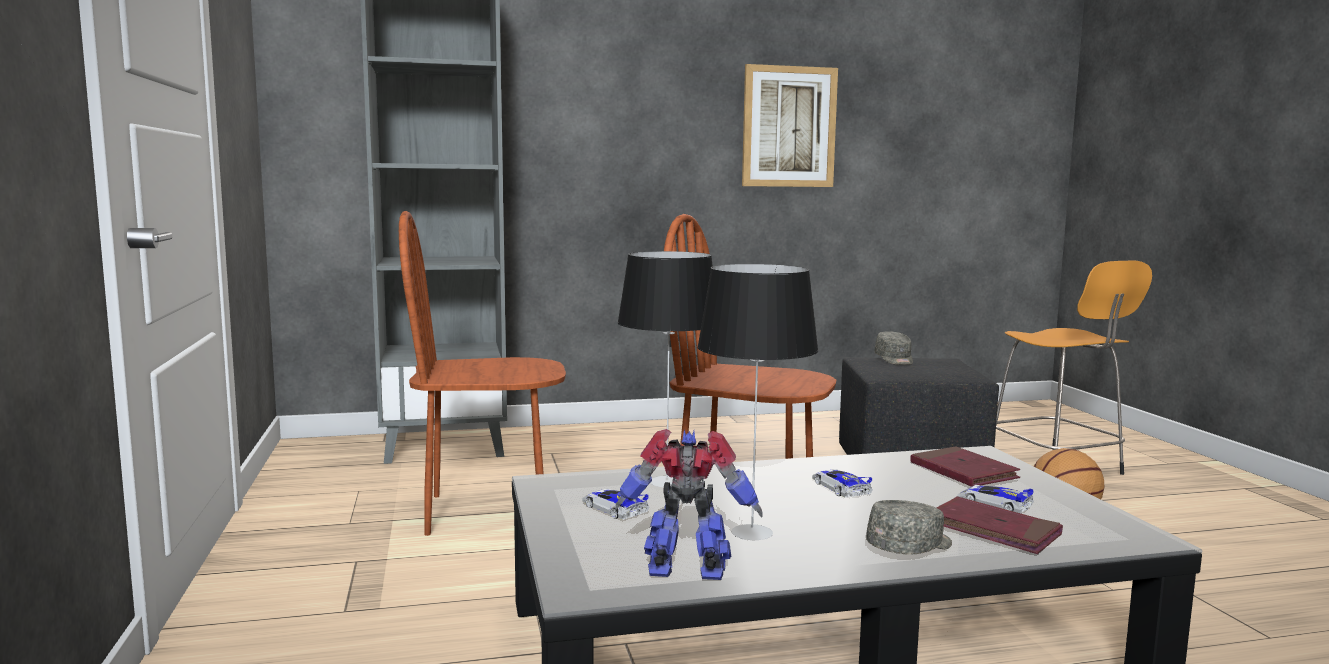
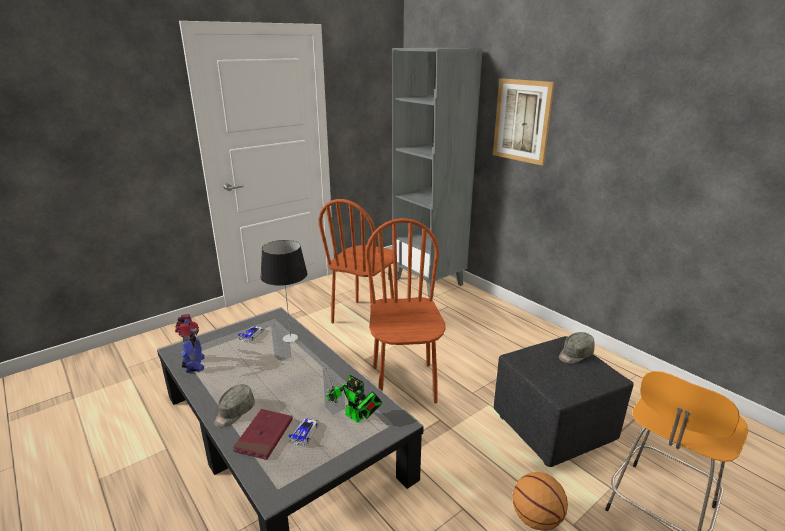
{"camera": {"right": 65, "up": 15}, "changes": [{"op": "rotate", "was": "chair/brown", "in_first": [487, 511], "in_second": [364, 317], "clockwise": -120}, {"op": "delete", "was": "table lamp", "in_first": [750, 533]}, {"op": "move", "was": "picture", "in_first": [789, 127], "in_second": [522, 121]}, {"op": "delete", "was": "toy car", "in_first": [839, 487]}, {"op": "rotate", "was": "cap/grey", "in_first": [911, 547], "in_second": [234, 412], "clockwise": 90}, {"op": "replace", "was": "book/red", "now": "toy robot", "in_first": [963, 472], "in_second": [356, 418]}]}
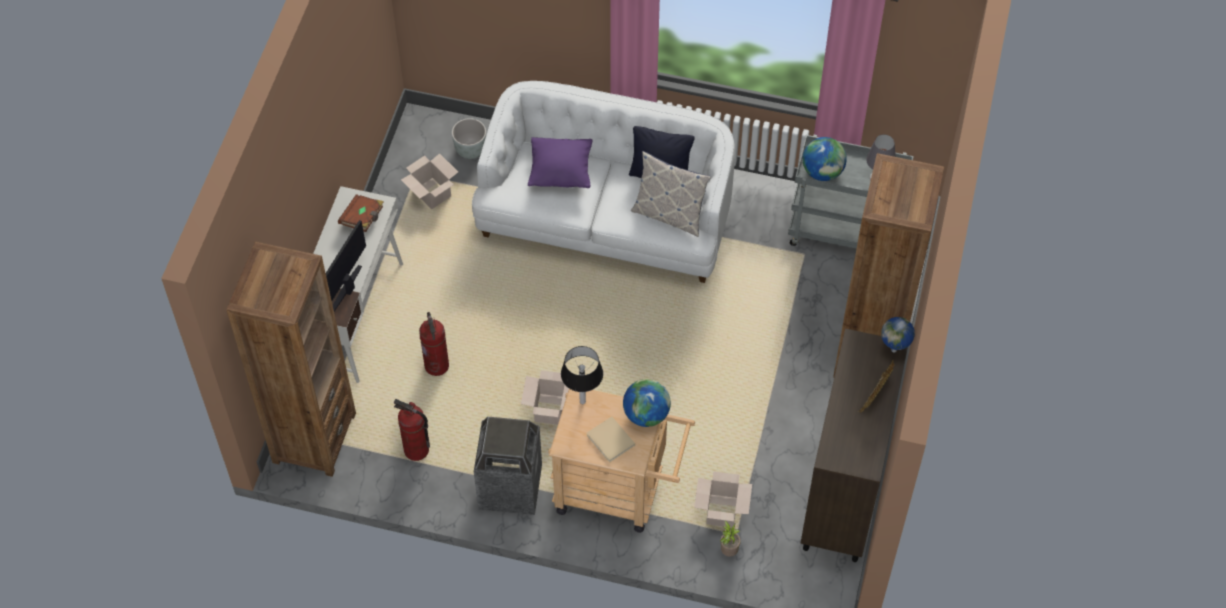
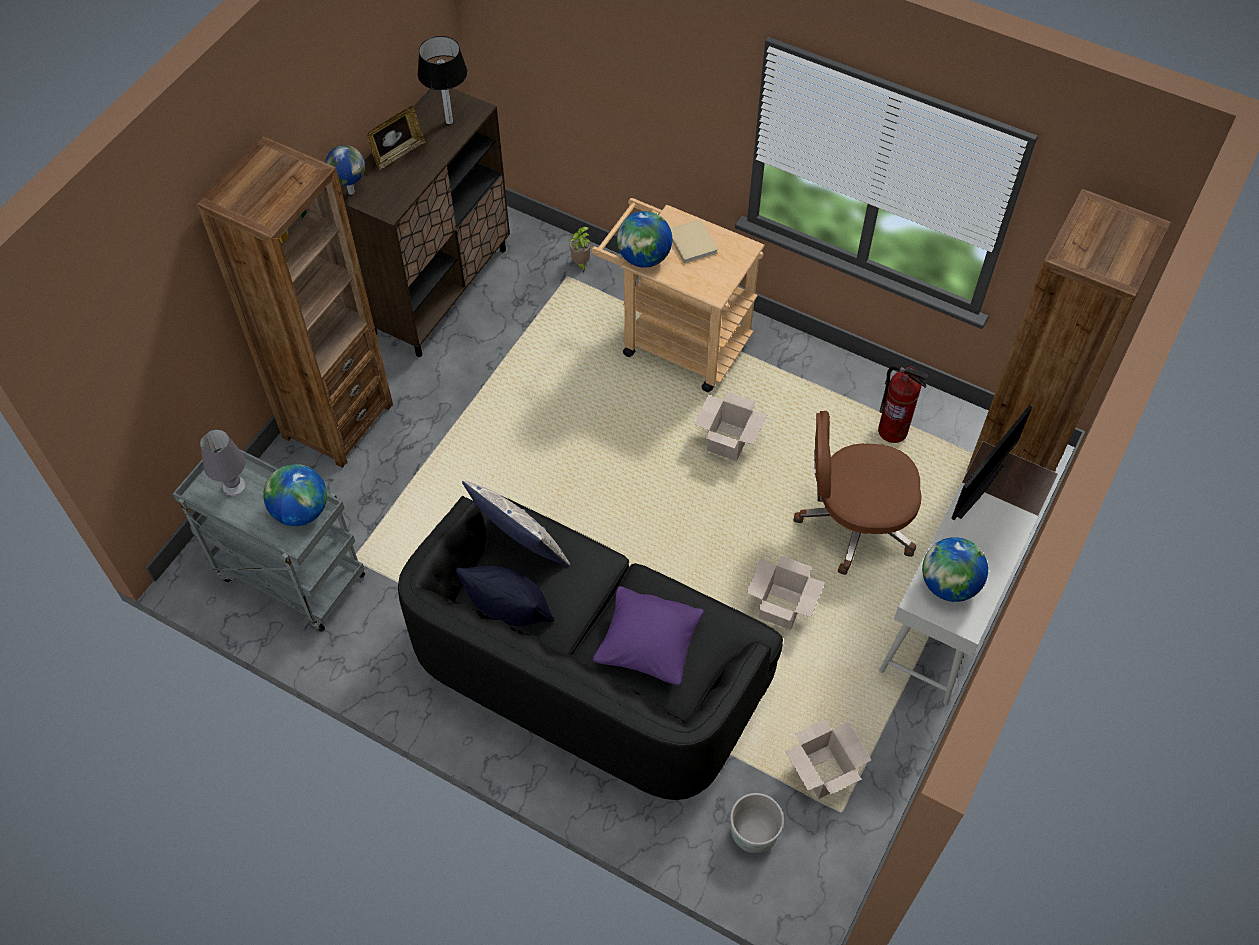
{"camera": {"right": -165, "up": 0}, "changes": [{"op": "replace", "was": "book/brown", "now": "globe", "in_first": [363, 218], "in_second": [948, 585]}, {"op": "replace", "was": "fire extinguisher", "now": "office chair/brown", "in_first": [436, 365], "in_second": [854, 522]}, {"op": "recolor", "was": "sofa/white", "now": "sofa/black", "in_first": [606, 218], "in_second": [588, 672]}, {"op": "delete", "was": "trash can", "in_first": [509, 488]}, {"op": "move", "was": "table lamp", "in_first": [582, 401], "in_second": [450, 121]}, {"op": "move", "was": "cardboard box", "in_first": [721, 510], "in_second": [782, 608]}]}
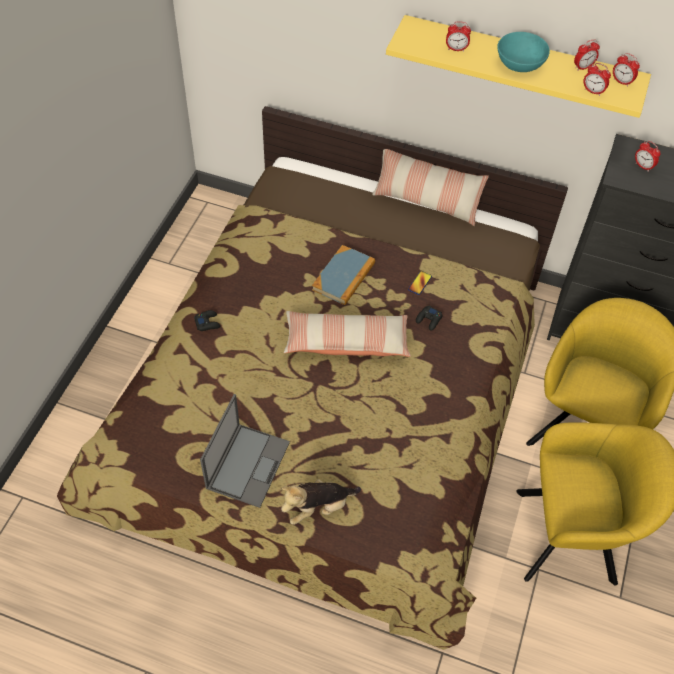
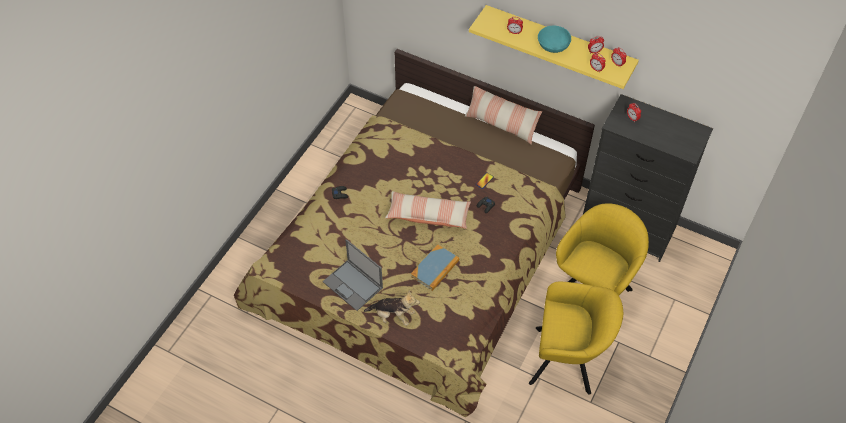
{"camera": {"right": 10, "up": 0}, "changes": [{"op": "rotate", "was": "laptop", "in_first": [248, 464], "in_second": [353, 285], "clockwise": 105}, {"op": "rotate", "was": "plush toy", "in_first": [318, 507], "in_second": [393, 316], "clockwise": -150}, {"op": "move", "was": "book", "in_first": [343, 277], "in_second": [435, 268]}]}
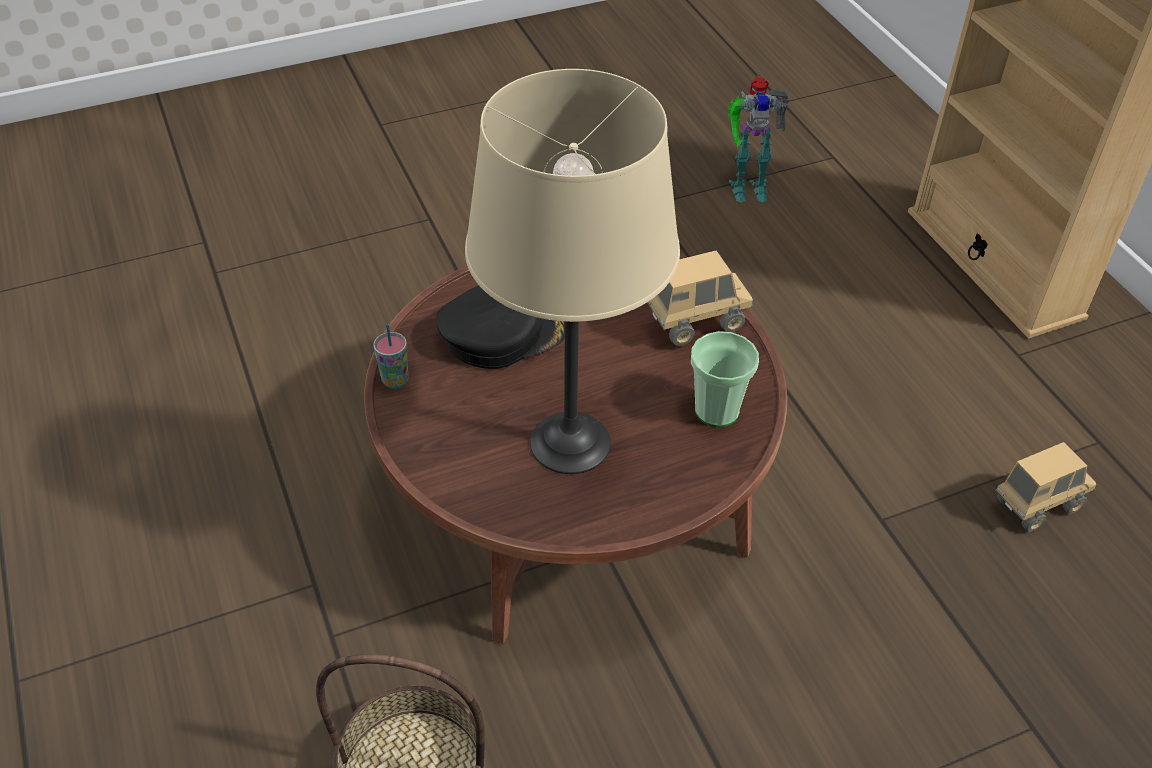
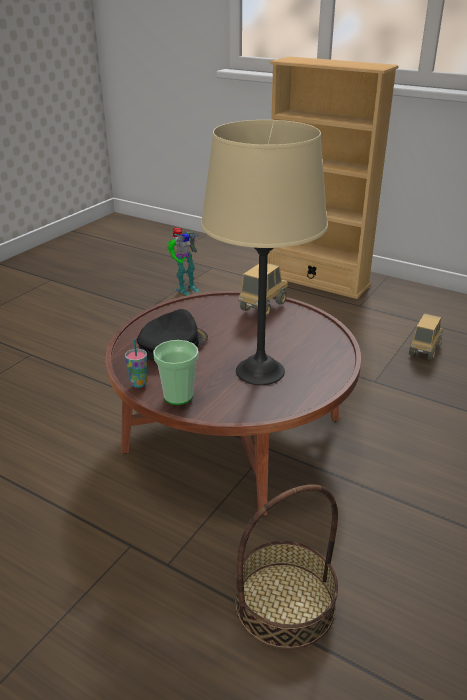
{"camera": {"right": -35, "up": -15}, "changes": [{"op": "move", "was": "cup", "in_first": [717, 411], "in_second": [178, 396]}]}
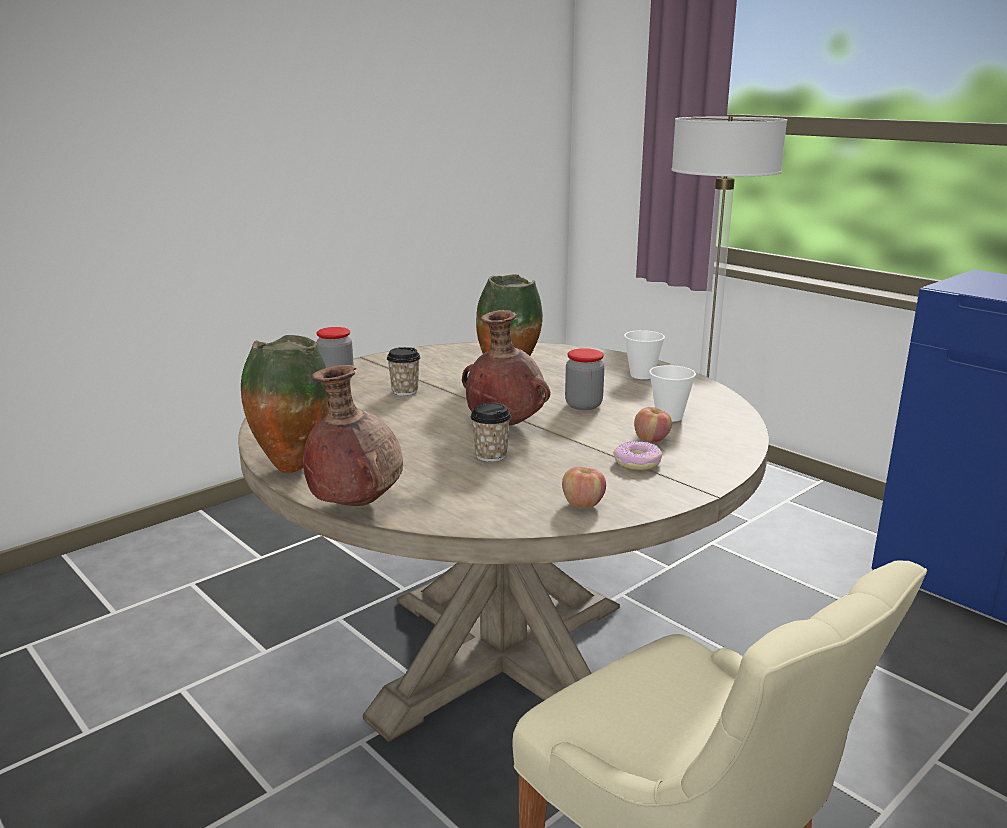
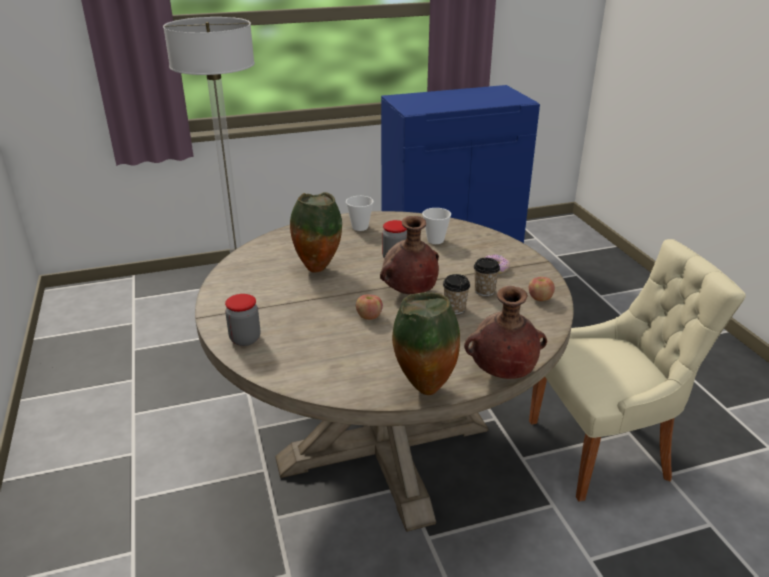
{"camera": {"right": -65, "up": 10}, "changes": [{"op": "move", "was": "cup", "in_first": [405, 391], "in_second": [484, 291]}, {"op": "move", "was": "apple", "in_first": [651, 440], "in_second": [369, 316]}]}
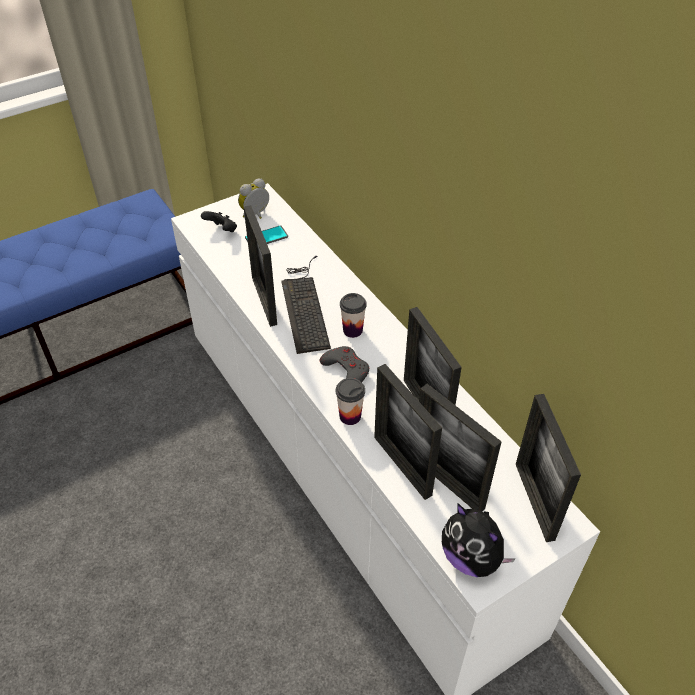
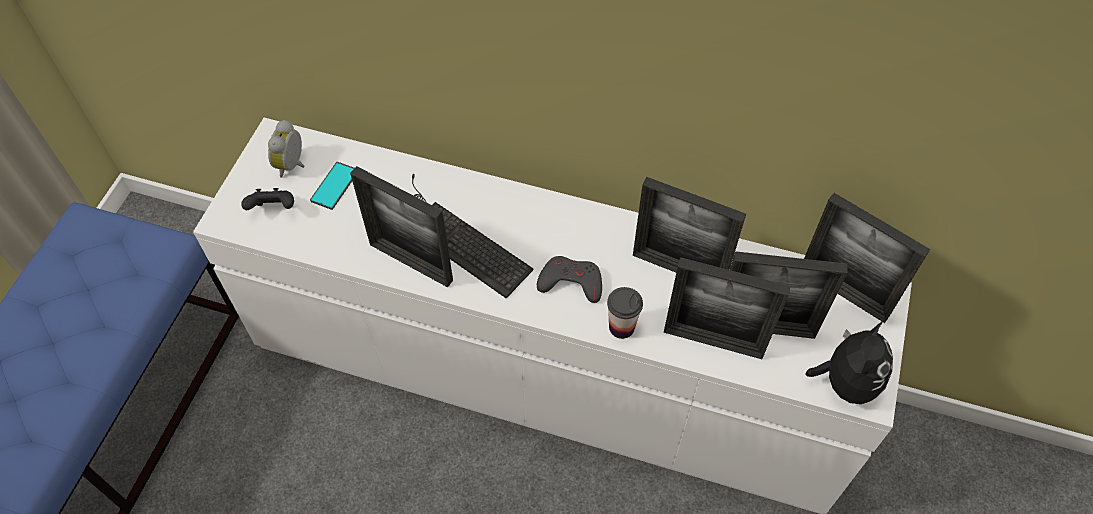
{"camera": {"right": -40, "up": 10}, "changes": [{"op": "delete", "was": "cup", "in_first": [352, 330]}, {"op": "rotate", "was": "plush toy", "in_first": [471, 557], "in_second": [845, 382], "clockwise": -75}]}
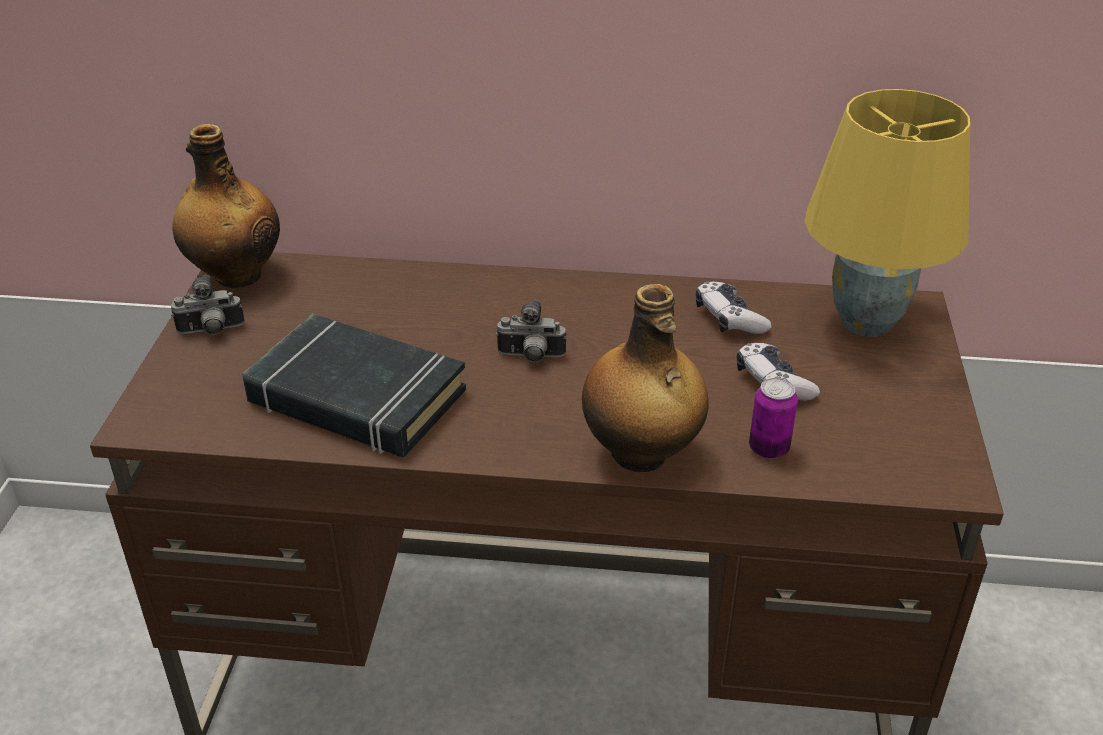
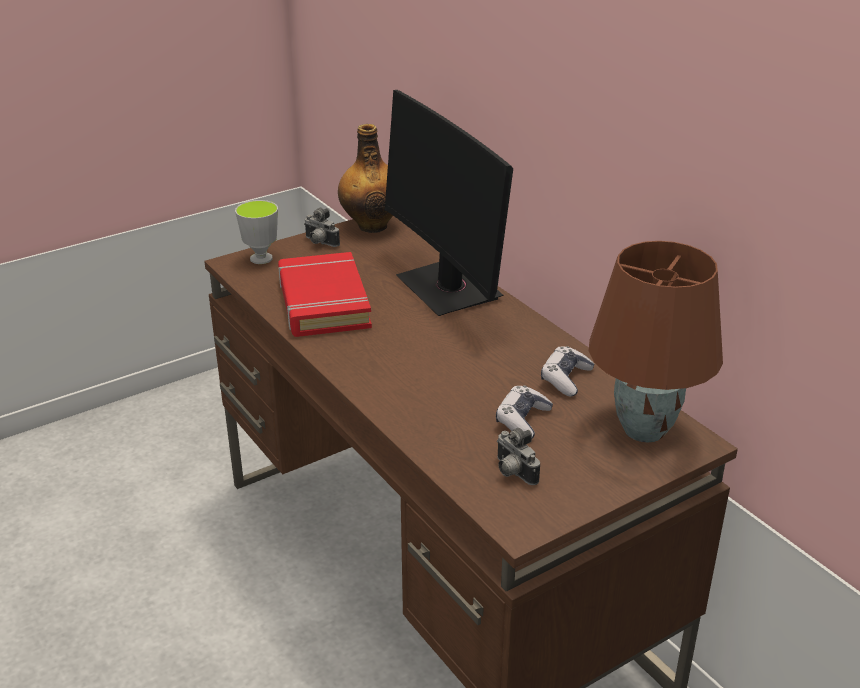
{"camera": {"right": 50, "up": -5}, "changes": [{"op": "recolor", "was": "book/black", "now": "book/red", "in_first": [356, 397], "in_second": [323, 302]}, {"op": "move", "was": "photo camera", "in_first": [531, 357], "in_second": [512, 473]}, {"op": "delete", "was": "bottle", "in_first": [640, 455]}, {"op": "delete", "was": "can", "in_first": [768, 448]}, {"op": "recolor", "was": "table lamp/yellow", "now": "table lamp/brown", "in_first": [867, 324], "in_second": [643, 431]}, {"op": "insert", "now": "cup", "in_second": [261, 258]}, {"op": "insert", "now": "monitor", "in_second": [448, 288]}]}
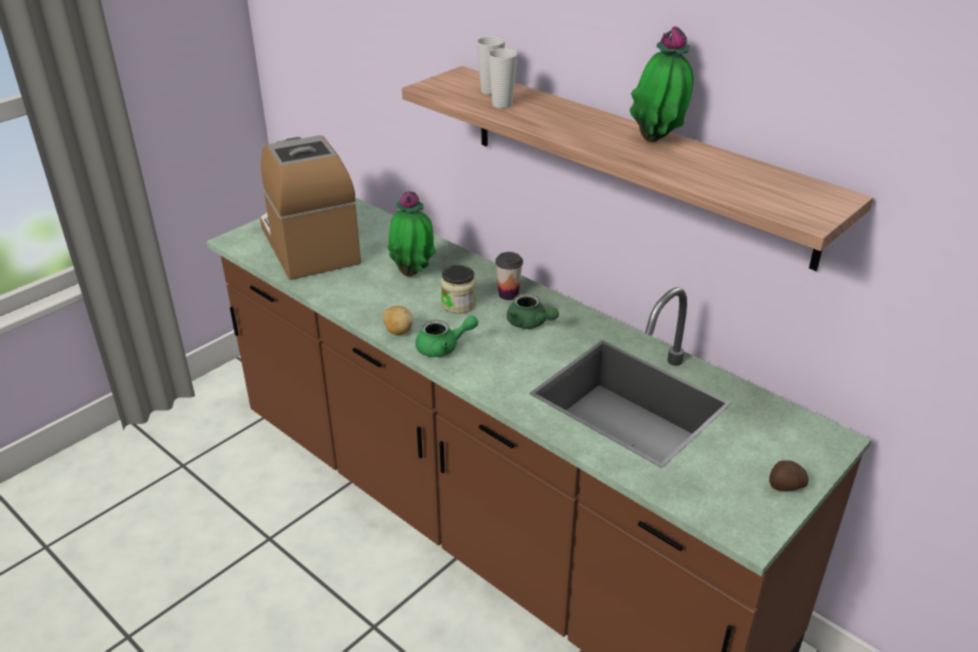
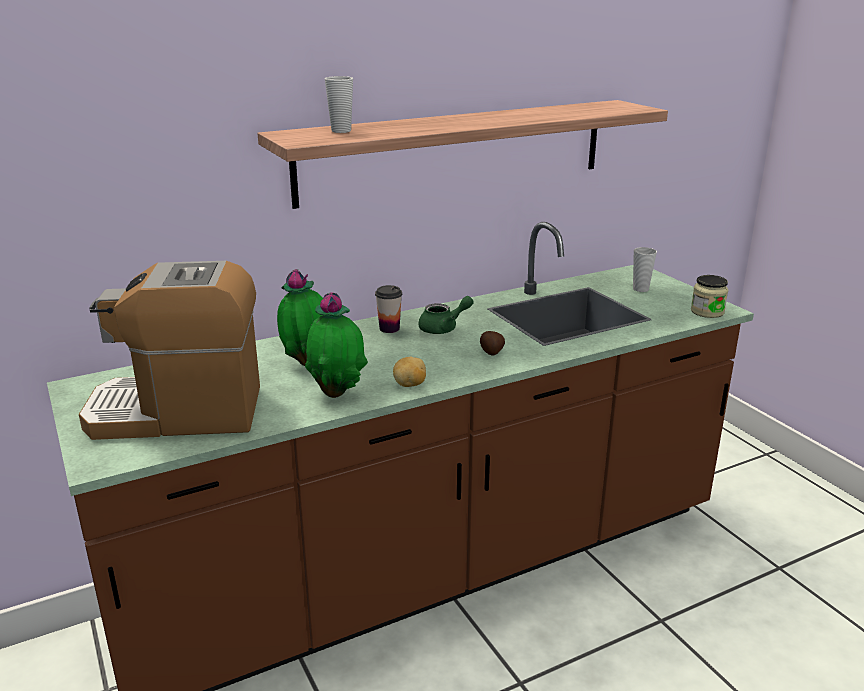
{"camera": {"right": -70, "up": -10}, "changes": [{"op": "delete", "was": "teapot/green", "in_first": [443, 347]}, {"op": "move", "was": "jar", "in_first": [458, 304], "in_second": [707, 312]}, {"op": "move", "was": "cup", "in_first": [502, 104], "in_second": [640, 289]}, {"op": "move", "was": "potted plant", "in_first": [658, 141], "in_second": [338, 393]}, {"op": "move", "was": "potato", "in_first": [785, 486], "in_second": [491, 352]}]}
